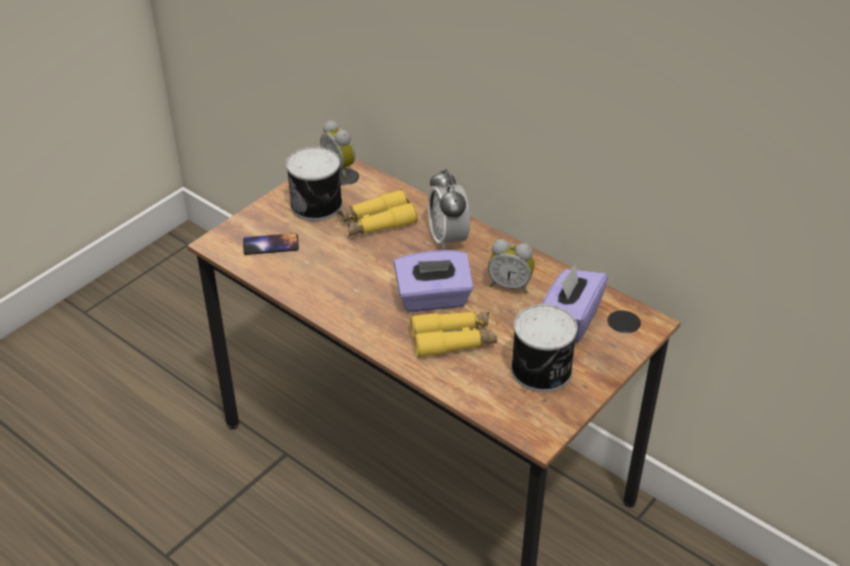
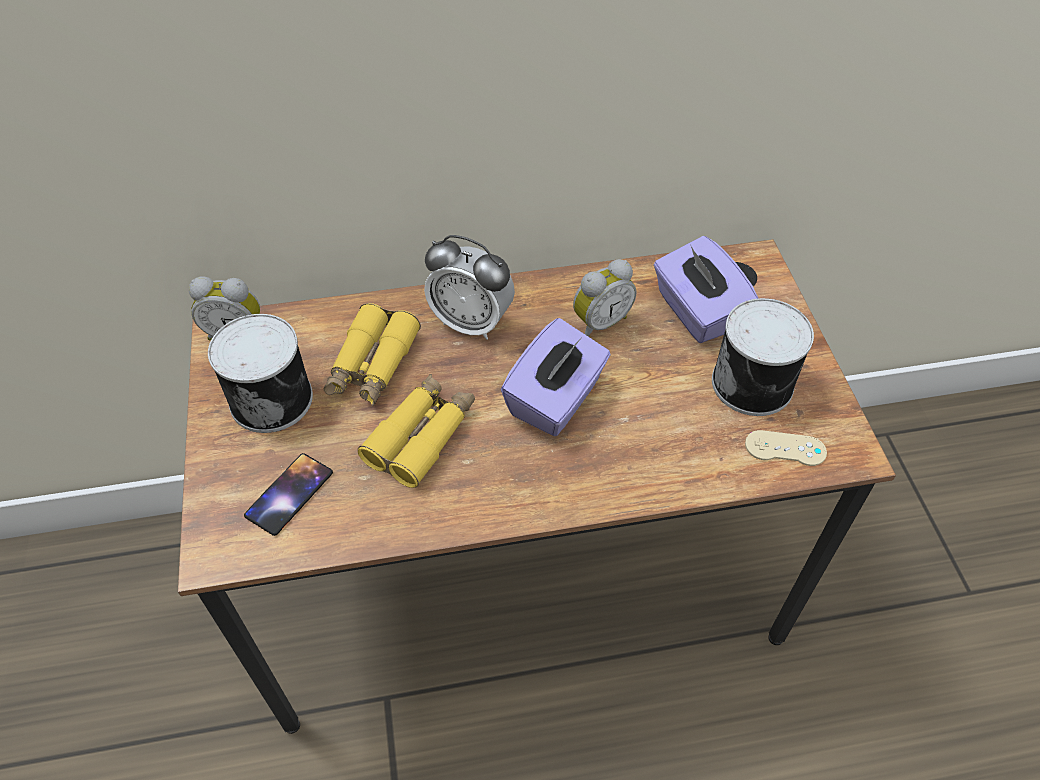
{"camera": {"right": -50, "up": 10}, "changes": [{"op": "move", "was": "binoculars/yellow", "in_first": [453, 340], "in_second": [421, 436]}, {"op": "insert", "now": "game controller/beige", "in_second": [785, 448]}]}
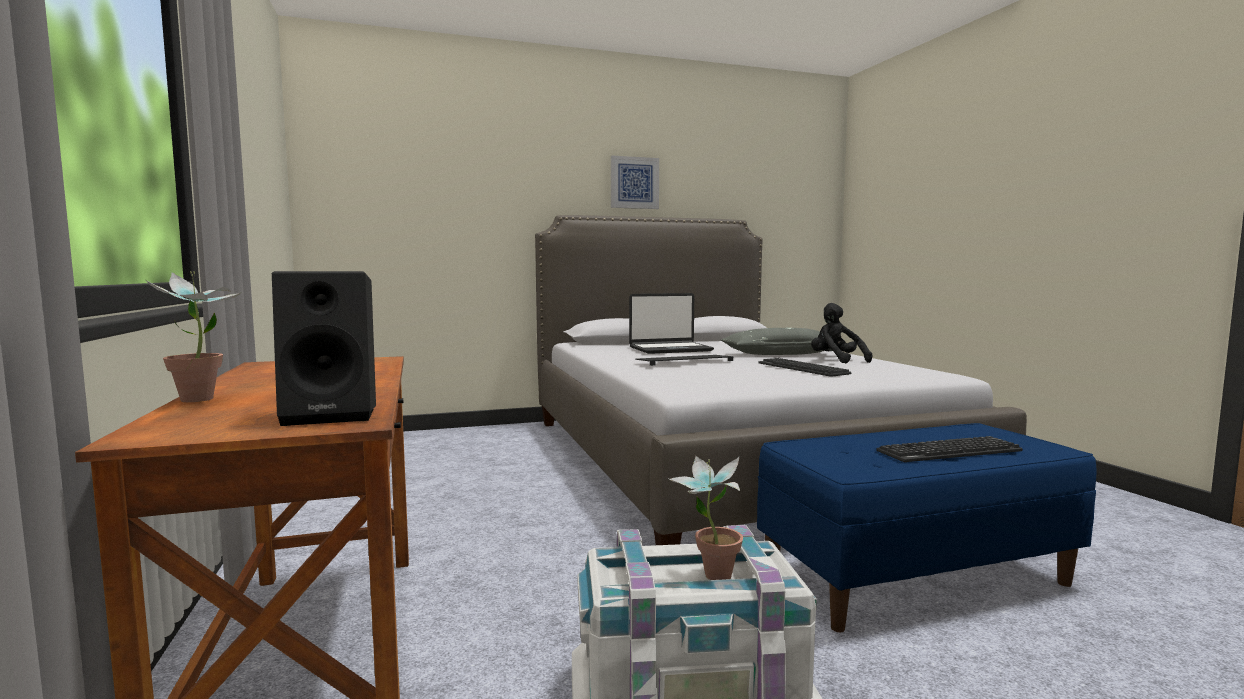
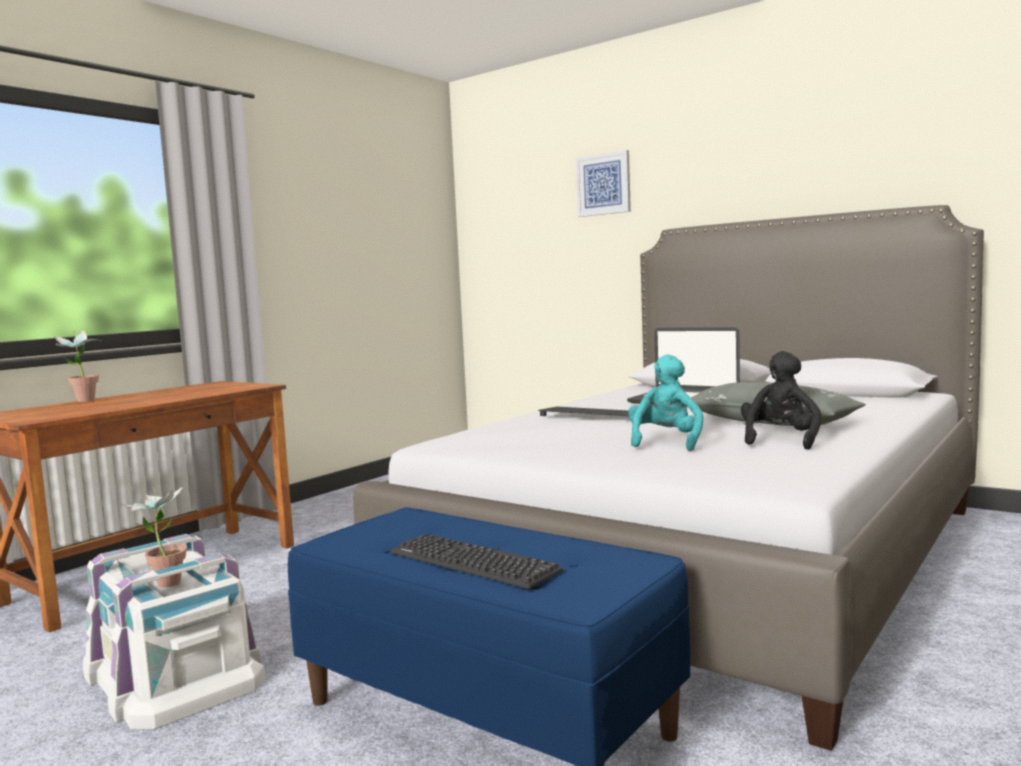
{"camera": {"right": 55, "up": 0}, "changes": [{"op": "delete", "was": "speaker/black", "in_first": [334, 414]}, {"op": "move", "was": "picture", "in_first": [634, 183], "in_second": [603, 184]}, {"op": "replace", "was": "keyboard", "now": "plush toy/turquoise", "in_first": [802, 368], "in_second": [666, 442]}]}
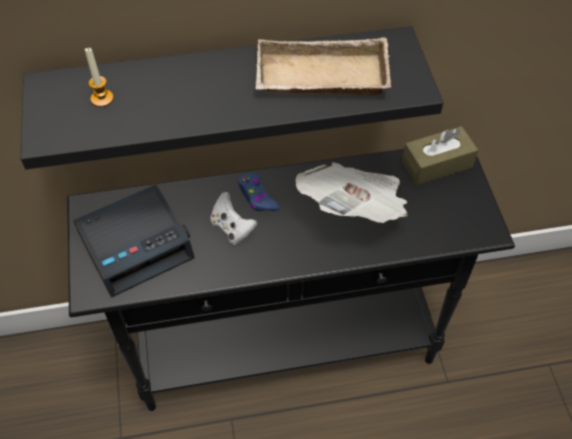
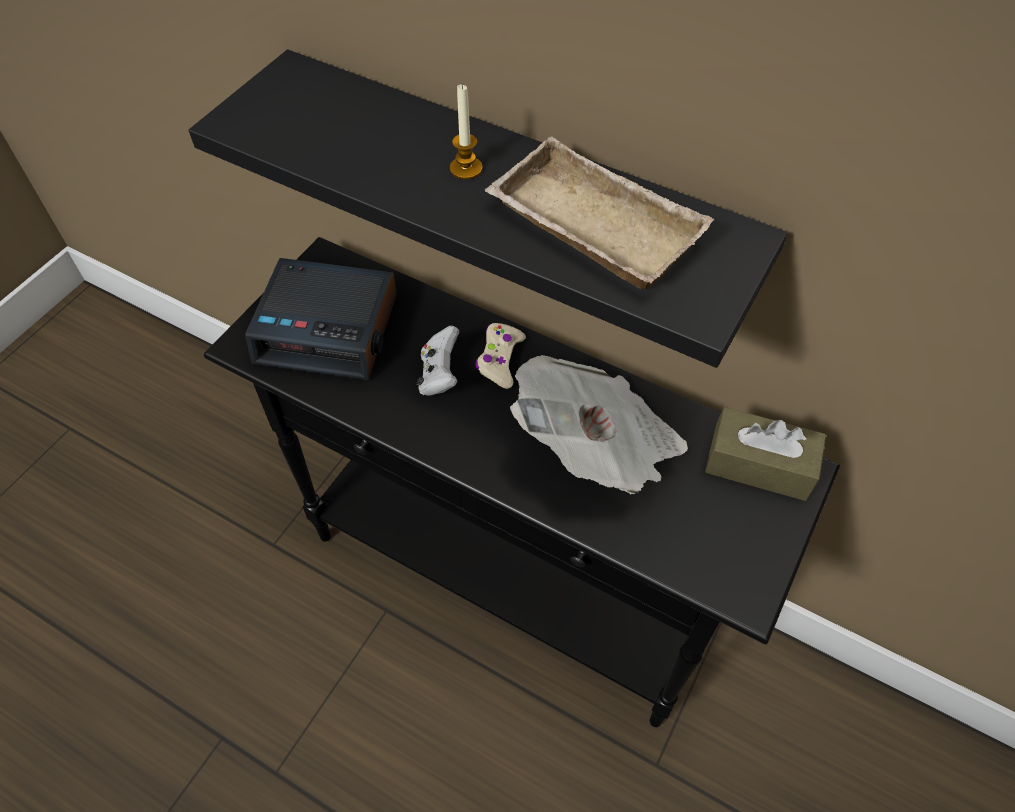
{"camera": {"right": 40, "up": 0}, "changes": [{"op": "move", "was": "candle", "in_first": [102, 98], "in_second": [466, 168]}, {"op": "recolor", "was": "game controller/blue", "now": "game controller/beige", "in_first": [257, 197], "in_second": [500, 360]}]}
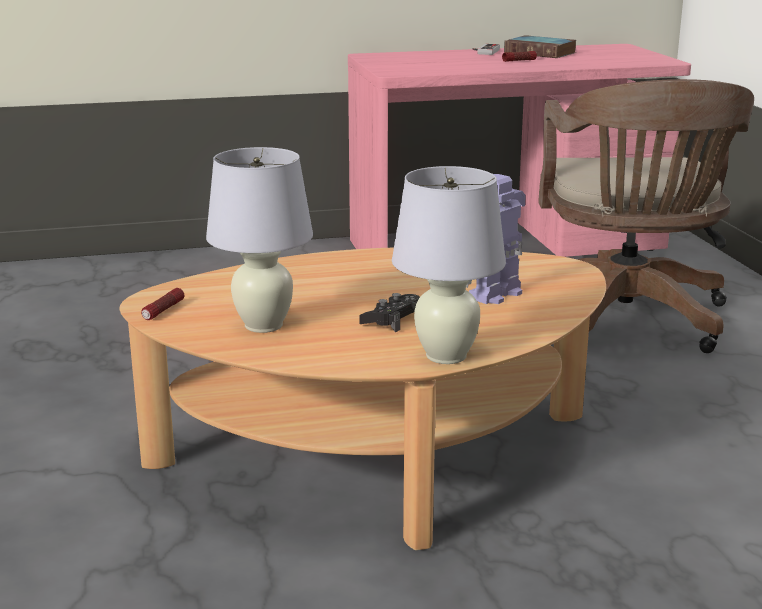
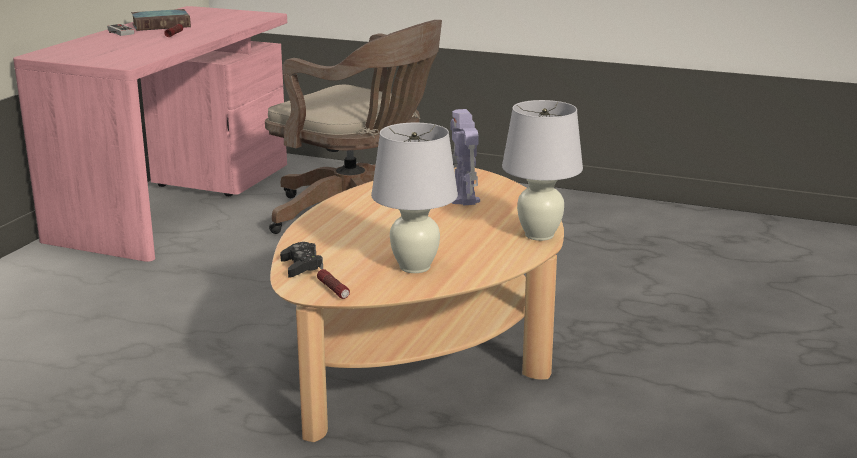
{"camera": {"right": -55, "up": 0}, "changes": [{"op": "move", "was": "game controller/black", "in_first": [393, 320], "in_second": [301, 266]}]}
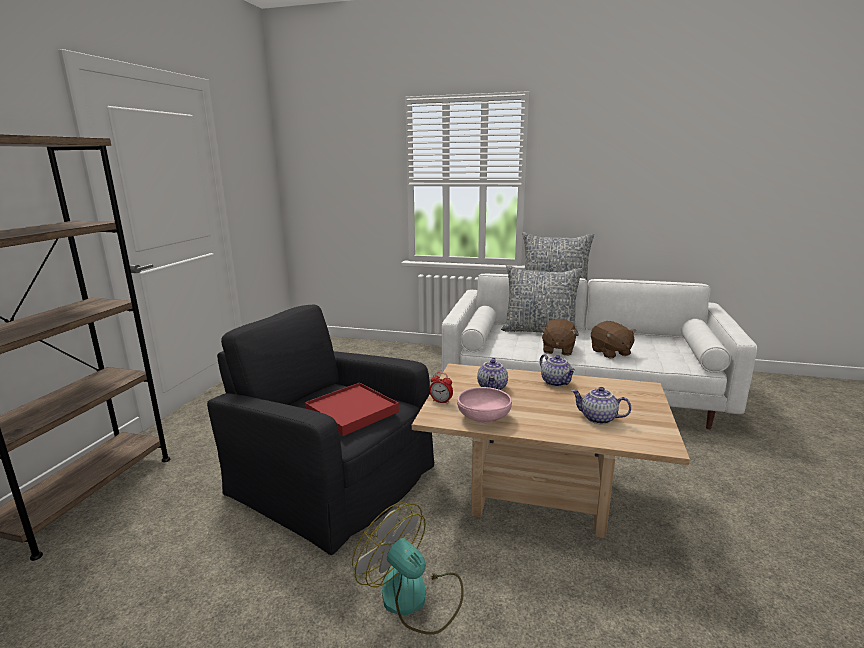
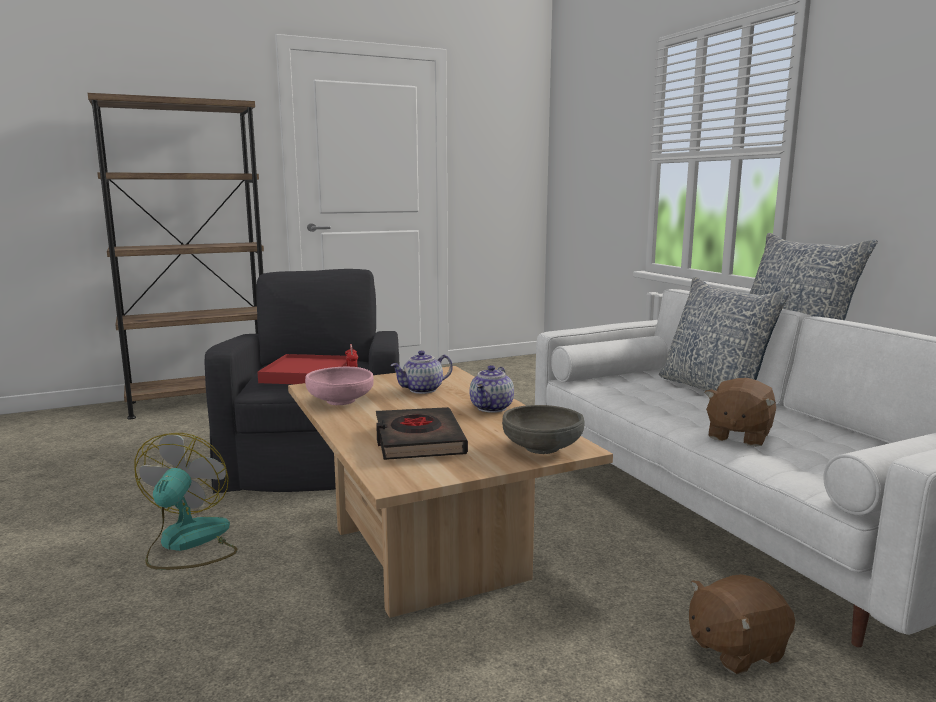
{"camera": {"right": 50, "up": -5}, "changes": [{"op": "move", "was": "plush toy/brown", "in_first": [557, 350], "in_second": [735, 649]}, {"op": "replace", "was": "teapot", "now": "book/black", "in_first": [598, 419], "in_second": [418, 441]}, {"op": "insert", "now": "bowl/grey", "in_second": [542, 448]}]}
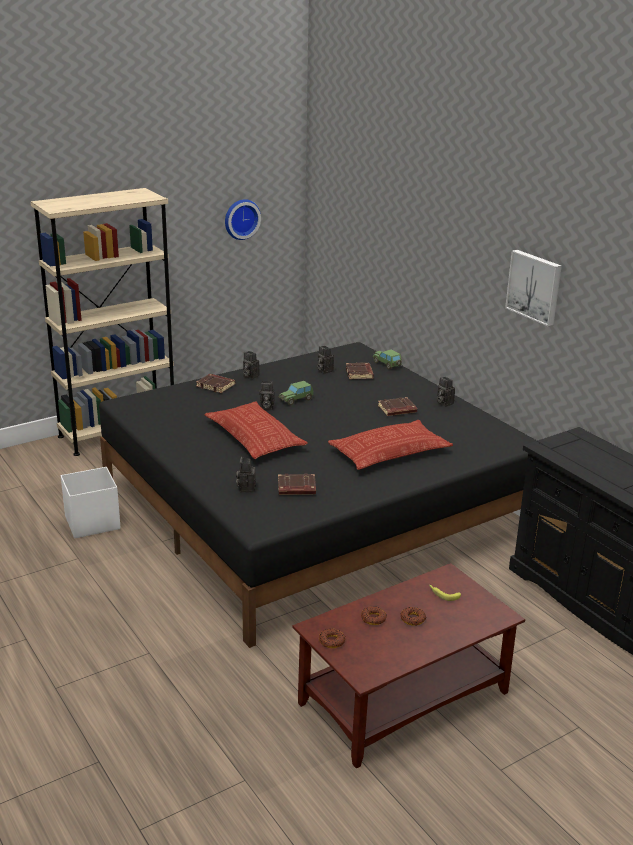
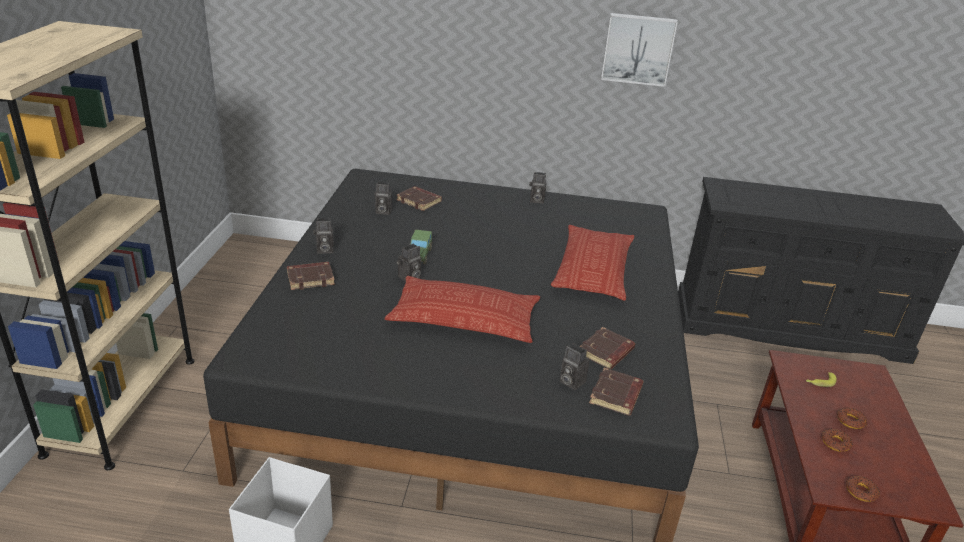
{"camera": {"right": -50, "up": 5}, "changes": [{"op": "delete", "was": "wall clock", "in_first": [241, 218]}, {"op": "delete", "was": "toy car", "in_first": [387, 364]}, {"op": "move", "was": "book/brown", "in_first": [397, 410], "in_second": [616, 396]}]}
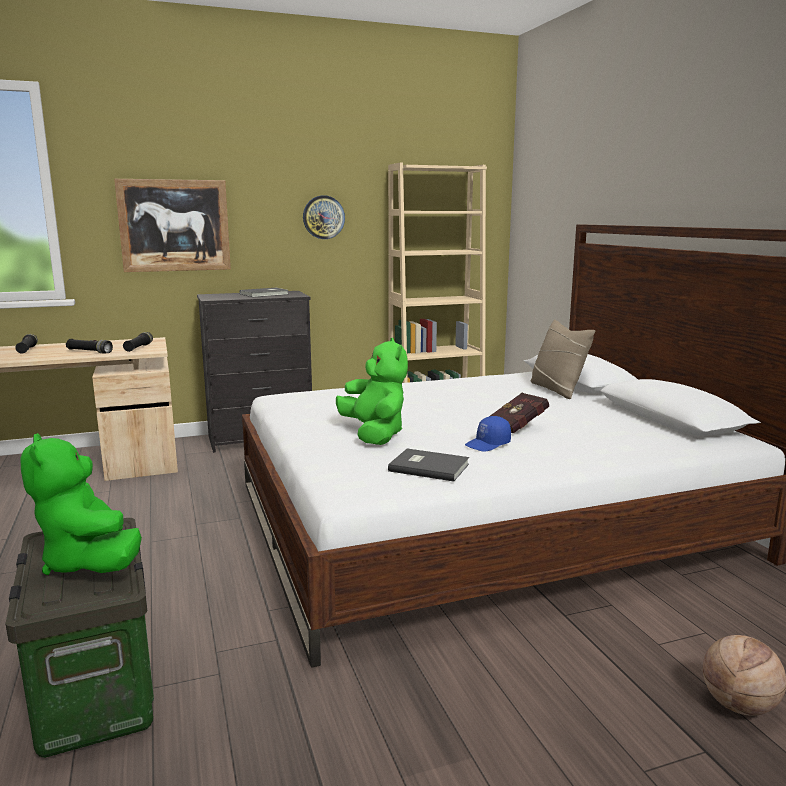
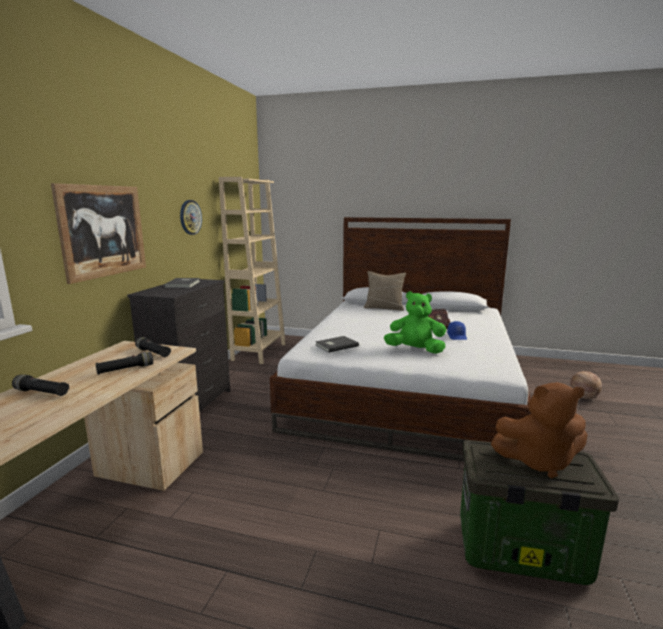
{"camera": {"right": -55, "up": 0}, "changes": [{"op": "recolor", "was": "plush toy/green", "now": "plush toy/brown", "in_first": [90, 562], "in_second": [538, 461]}, {"op": "move", "was": "book/grey", "in_first": [428, 466], "in_second": [335, 345]}]}
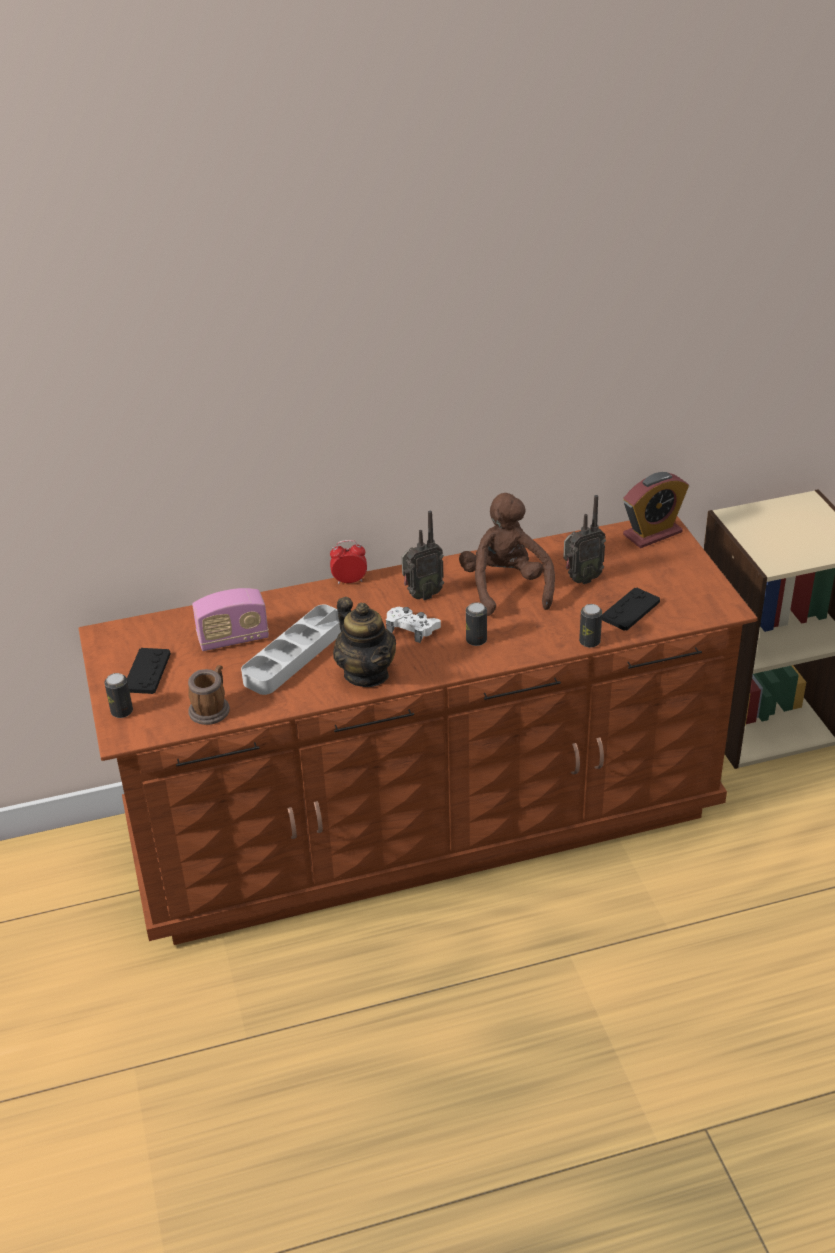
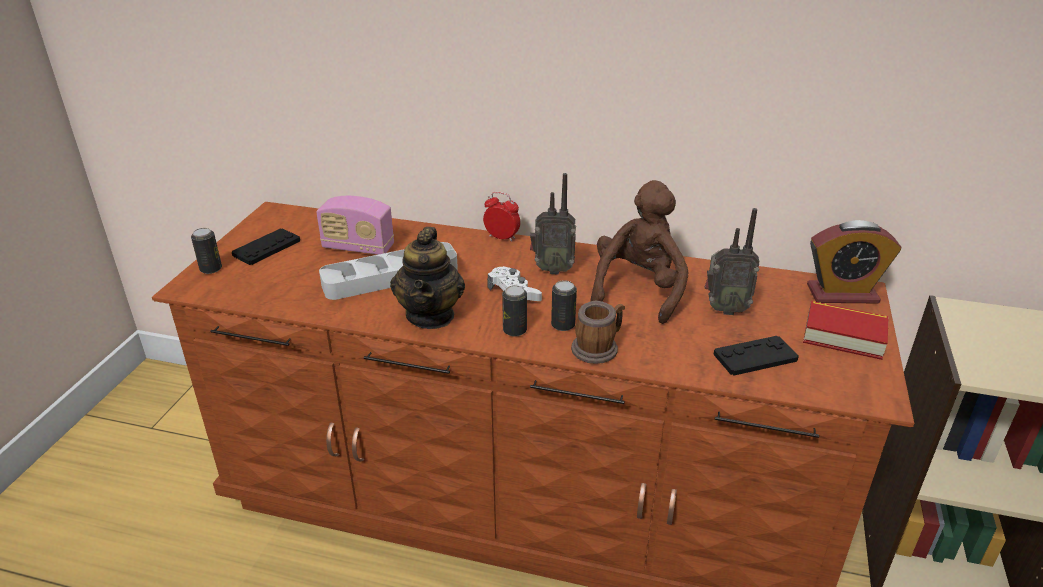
{"camera": {"right": 30, "up": -5}, "changes": [{"op": "move", "was": "mug", "in_first": [211, 708], "in_second": [598, 348]}, {"op": "move", "was": "can", "in_first": [589, 642], "in_second": [514, 330]}, {"op": "insert", "now": "book", "in_second": [843, 336]}]}
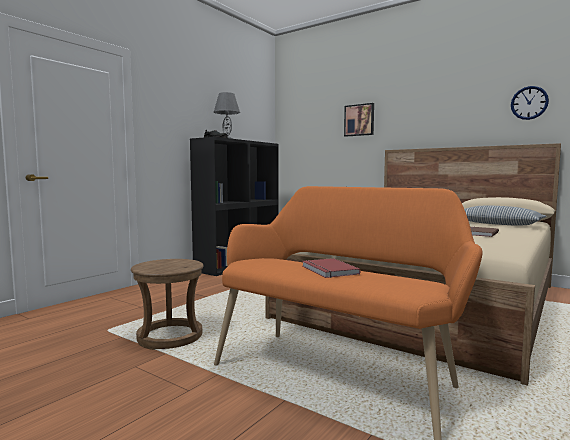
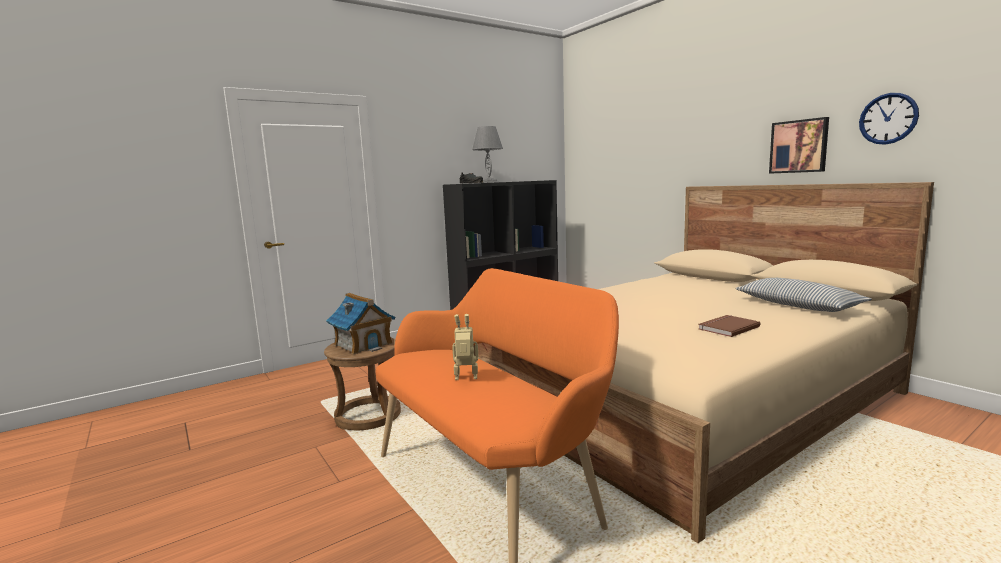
{"camera": {"right": 20, "up": 5}, "changes": [{"op": "replace", "was": "book/red", "now": "toy robot", "in_first": [328, 270], "in_second": [466, 378]}, {"op": "move", "was": "picture", "in_first": [359, 120], "in_second": [799, 146]}, {"op": "insert", "now": "toy house", "in_second": [363, 344]}]}
